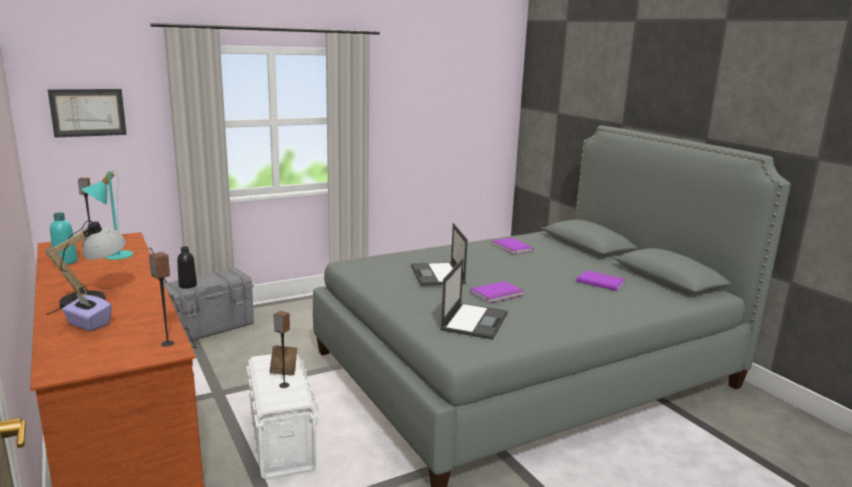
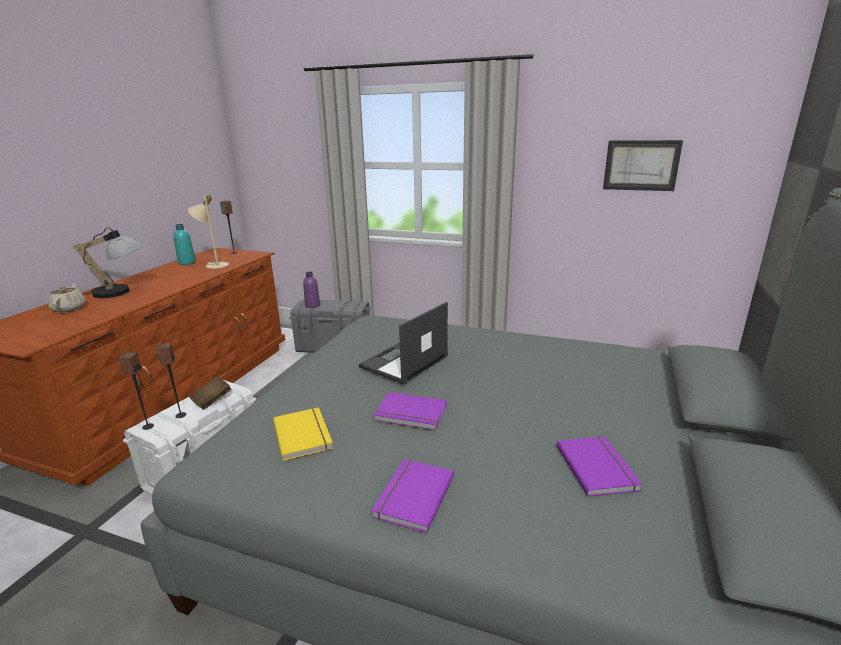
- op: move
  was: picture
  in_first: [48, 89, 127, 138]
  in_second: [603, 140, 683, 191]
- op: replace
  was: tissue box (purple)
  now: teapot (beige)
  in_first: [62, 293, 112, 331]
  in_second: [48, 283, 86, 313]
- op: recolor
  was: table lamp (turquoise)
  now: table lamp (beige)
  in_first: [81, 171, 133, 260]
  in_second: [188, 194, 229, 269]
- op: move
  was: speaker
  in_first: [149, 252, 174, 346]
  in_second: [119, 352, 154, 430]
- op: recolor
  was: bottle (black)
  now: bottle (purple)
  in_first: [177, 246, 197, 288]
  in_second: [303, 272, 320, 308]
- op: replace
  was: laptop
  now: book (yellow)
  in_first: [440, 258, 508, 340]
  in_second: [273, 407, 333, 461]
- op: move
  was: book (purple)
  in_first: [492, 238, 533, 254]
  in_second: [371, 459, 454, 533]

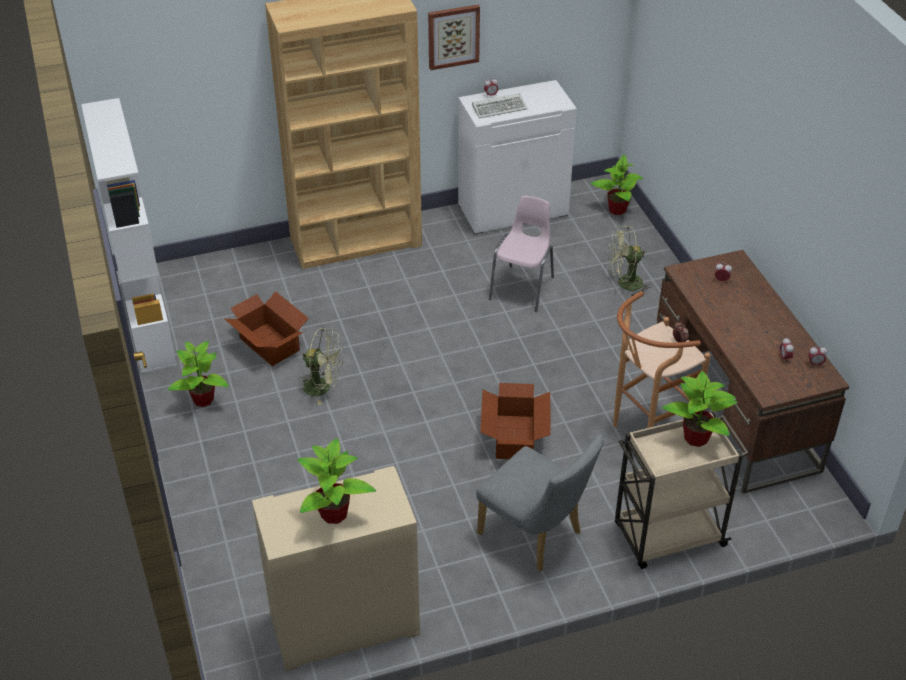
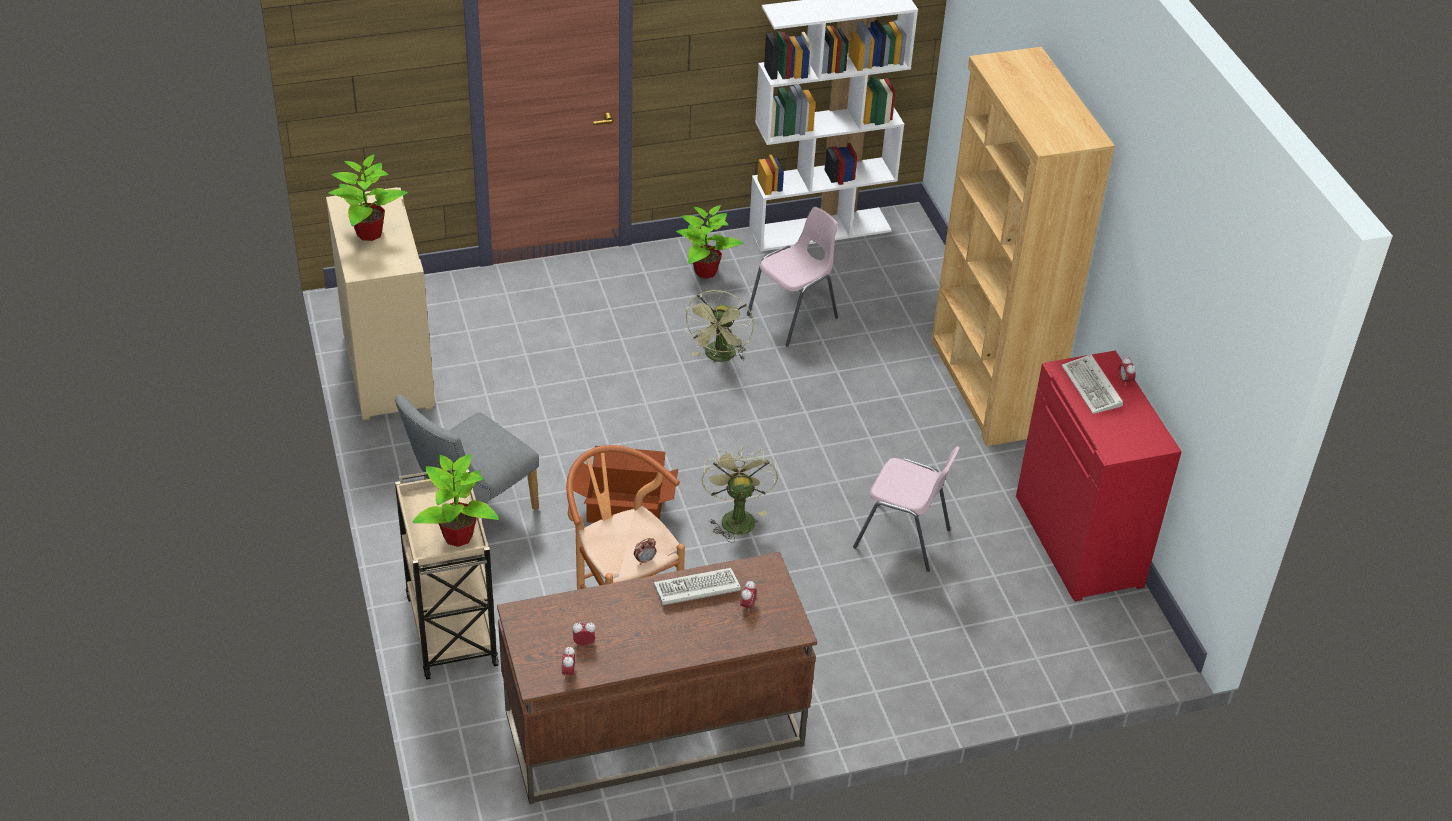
- op: replace
  was: cardboard box
  now: chair (pink)
  in_first: [225, 291, 309, 366]
  in_second: [747, 207, 838, 347]
- op: delete
  was: picture
  in_first: [428, 5, 480, 70]
- op: recolor
  was: cabinet (white)
  now: cabinet (red)
  in_first: [458, 80, 577, 235]
  in_second: [1016, 351, 1182, 601]
- op: delete
  was: potted plant
  in_first: [590, 155, 643, 215]
- op: move
  was: fan (green)
  in_first: [608, 226, 651, 296]
  in_second: [702, 445, 778, 543]
- op: insert
  now: keyboard
  in_second: [654, 568, 741, 606]

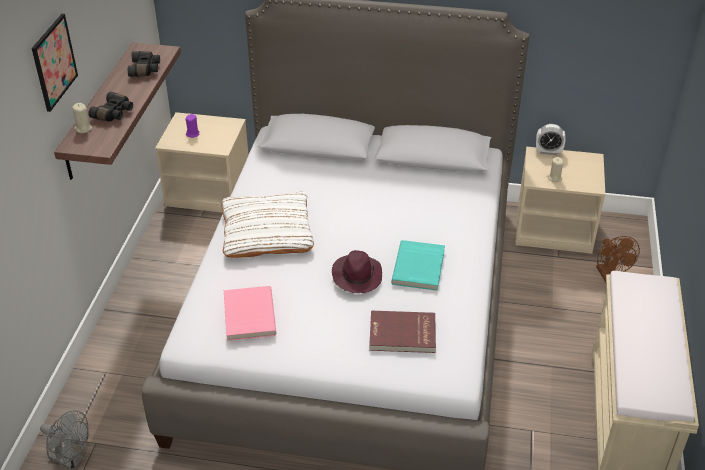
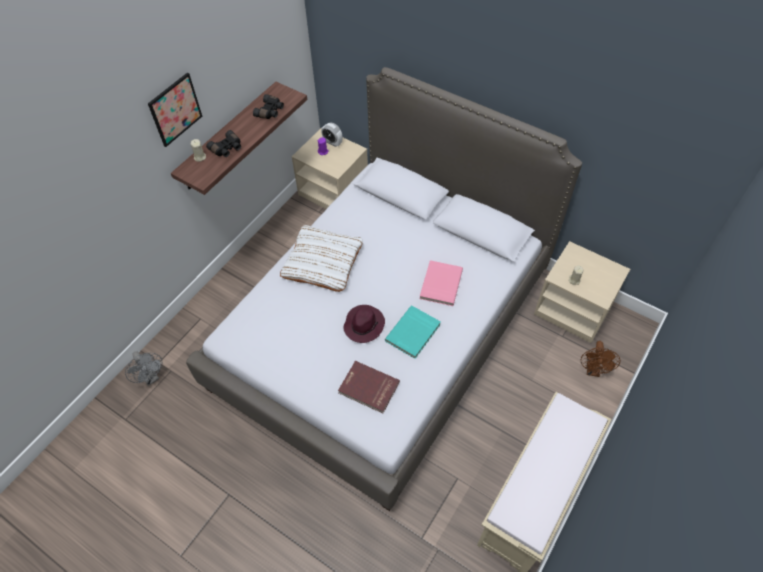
- op: move
  was: book (pink)
  in_first: [224, 286, 276, 341]
  in_second: [420, 260, 463, 306]
- op: move
  was: alarm clock
  in_first: [536, 124, 565, 155]
  in_second: [321, 123, 342, 147]

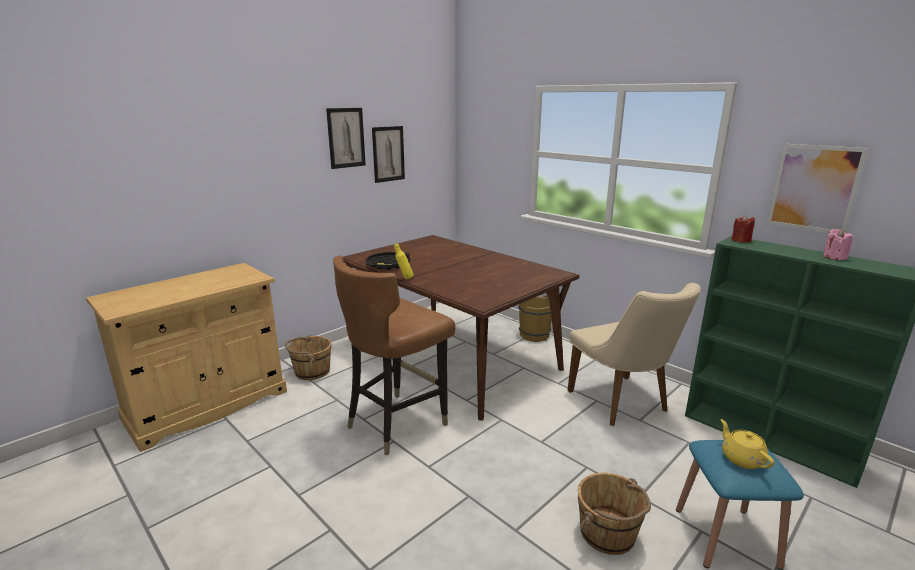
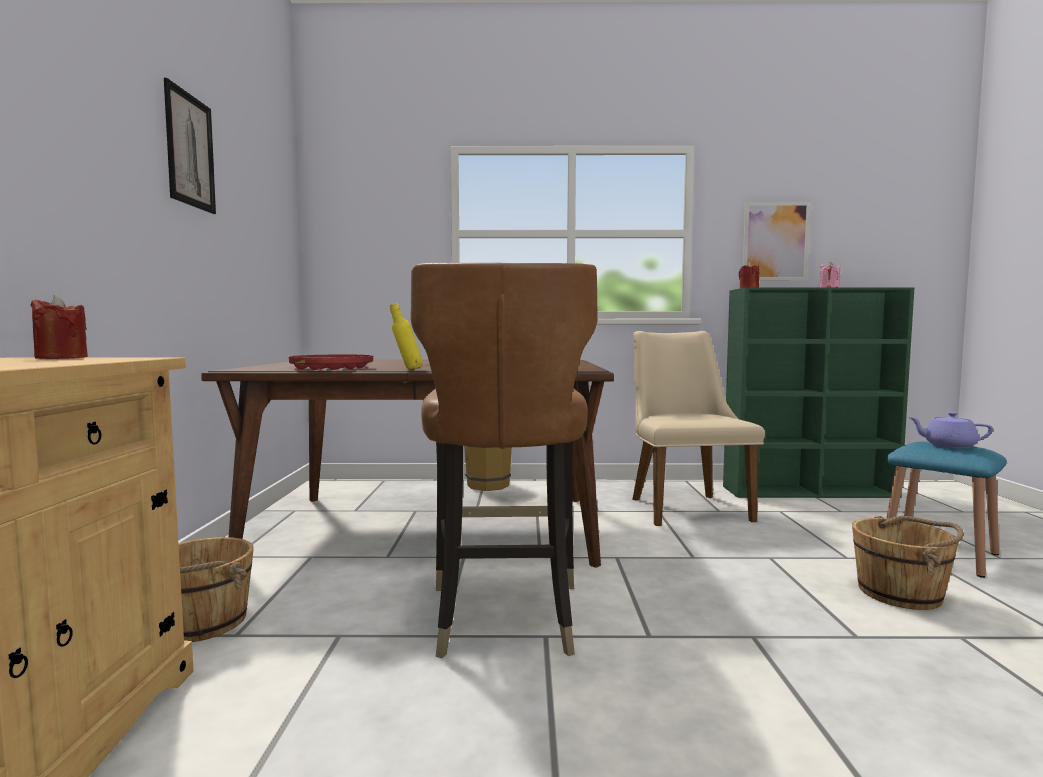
- op: recolor
  was: tray (black)
  now: tray (red)
  in_first: [366, 252, 410, 270]
  in_second: [289, 354, 373, 370]
- op: delete
  was: picture
  in_first: [372, 126, 405, 183]
- op: rotate
  was: chair (beige)
  in_first: [567, 283, 701, 426]
  in_second: [632, 331, 765, 526]
  clockwise: -120
- op: recolor
  was: teapot (yellow)
  now: teapot (purple)
  in_first: [720, 419, 774, 469]
  in_second: [908, 412, 993, 449]
- op: insert
  now: candle (red)
  in_second: [31, 295, 88, 359]

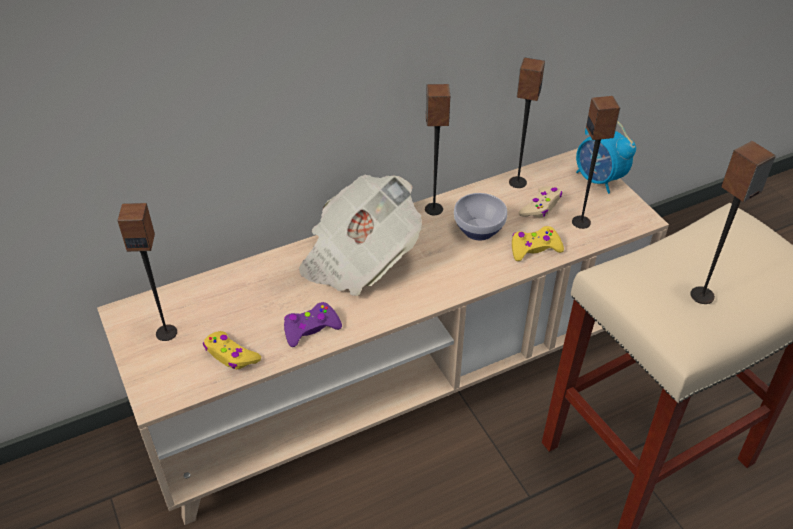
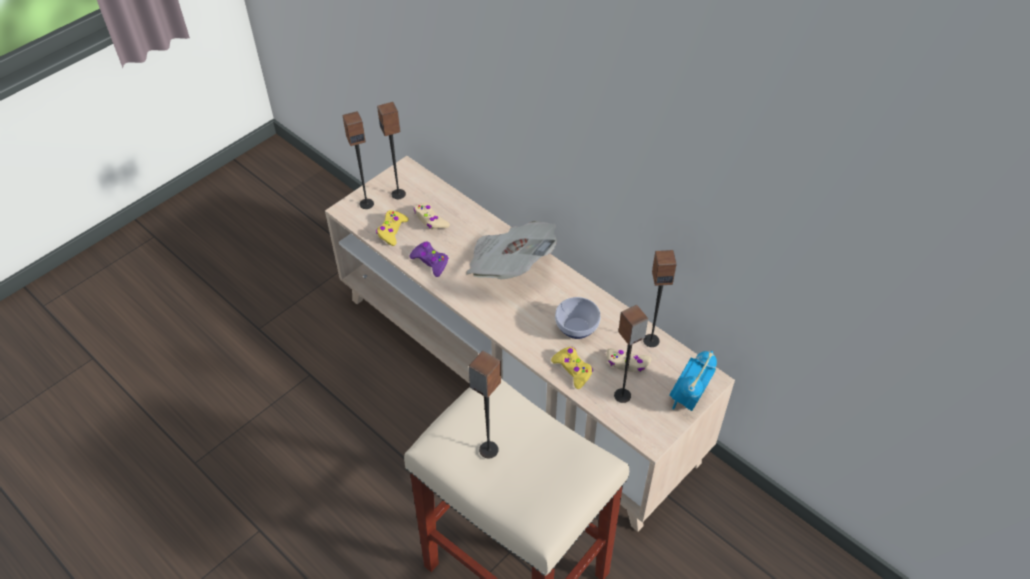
- op: move
  was: speaker
  in_first: [425, 84, 450, 215]
  in_second: [342, 111, 374, 209]
- op: insert
  now: game controller (beige)
  in_second: [414, 203, 450, 229]

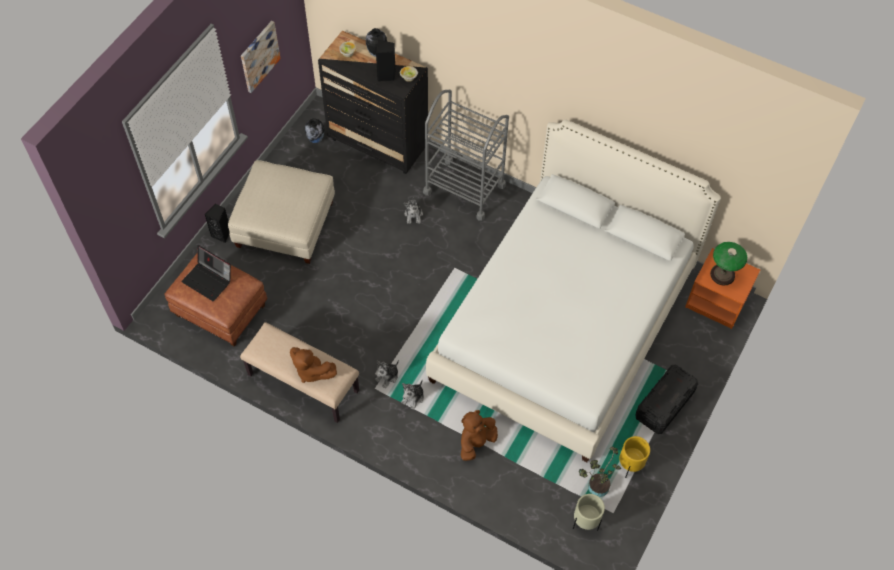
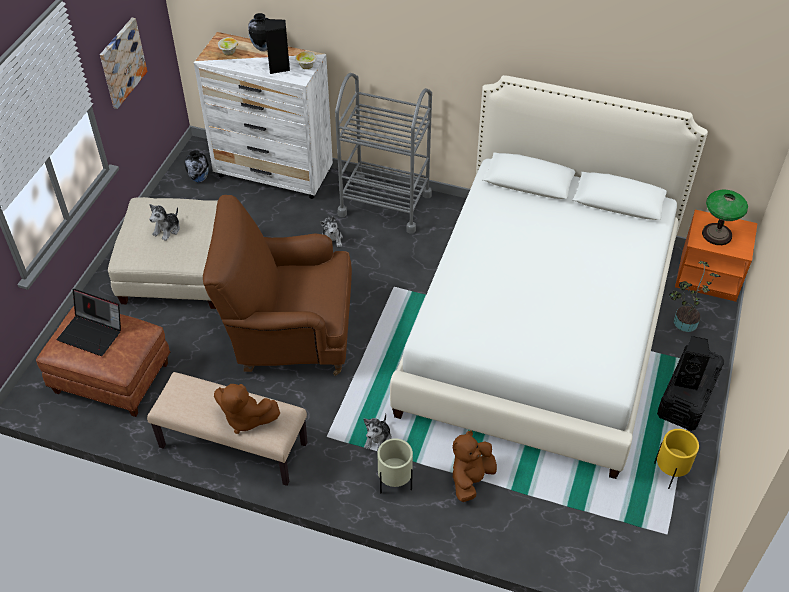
- op: move
  was: speaker (black)
  in_first: [204, 204, 229, 243]
  in_second: [674, 336, 710, 391]
- op: recolor
  was: dresser (black)
  now: dresser (white)
  in_first: [318, 31, 428, 174]
  in_second: [194, 32, 333, 199]
- op: move
  was: plush toy
  in_first: [375, 360, 399, 388]
  in_second: [149, 204, 180, 241]
- op: move
  was: planter (beige)
  in_first: [573, 494, 605, 531]
  in_second: [378, 438, 413, 493]
- op: move
  was: potted plant
  in_first: [579, 447, 621, 497]
  in_second: [669, 261, 720, 332]
- op: insert
  now: armchair (brown)
  in_second: [203, 195, 352, 376]

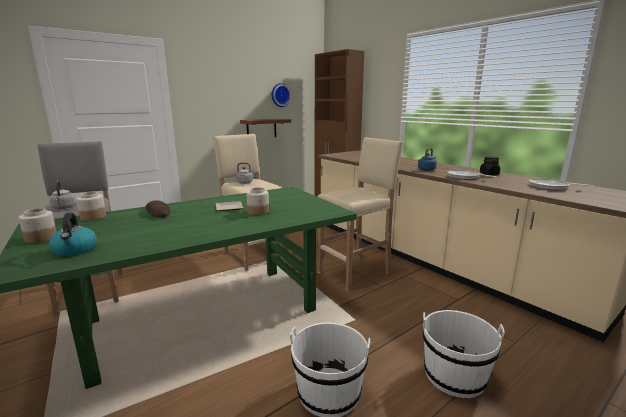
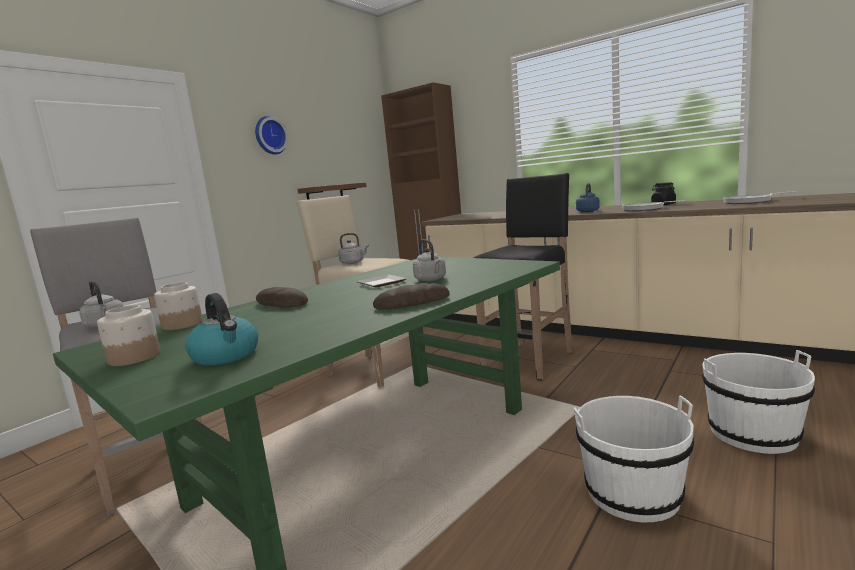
- op: replace
  was: jar
  now: kettle (grey)
  in_first: [246, 187, 269, 215]
  in_second: [413, 239, 446, 281]
- op: move
  was: wall clock
  in_first: [272, 83, 291, 107]
  in_second: [255, 116, 288, 154]
- op: recolor
  was: stool (beige)
  now: stool (black)
  in_first: [317, 137, 403, 292]
  in_second: [474, 173, 573, 381]
- op: insert
  now: bread
  in_second: [373, 283, 450, 310]

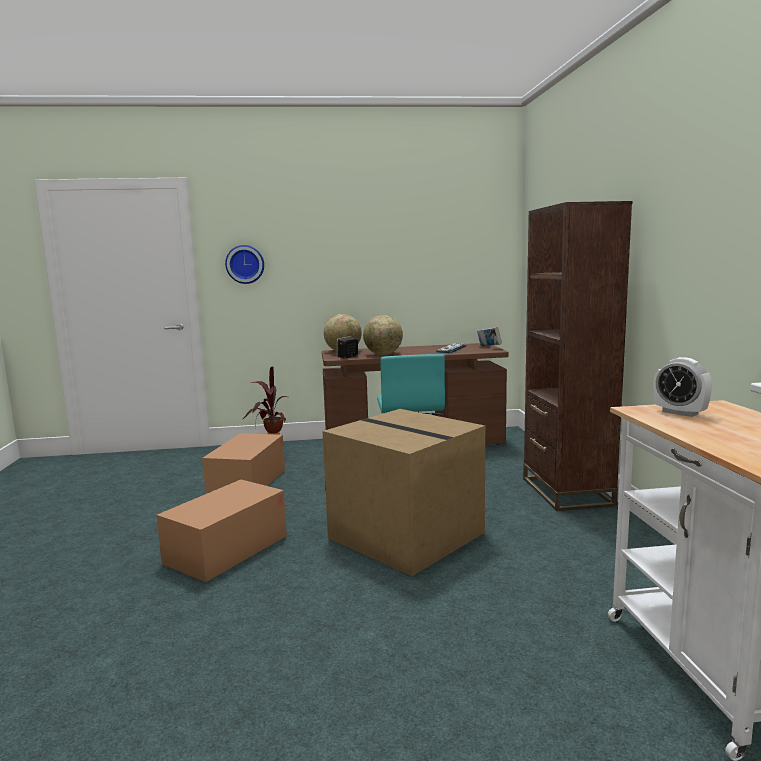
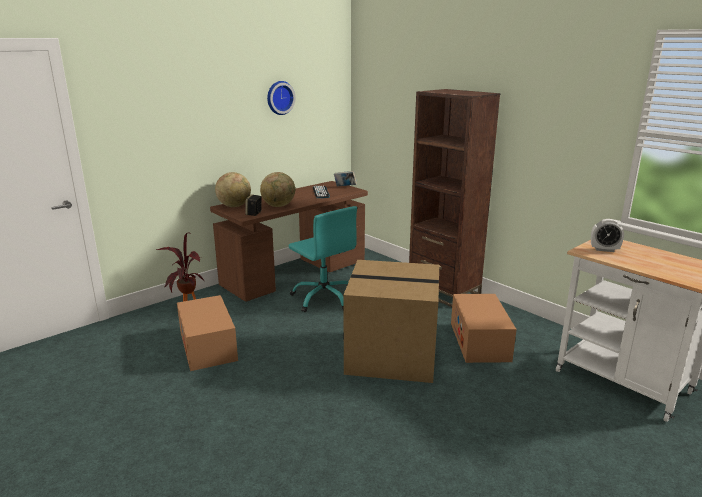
- op: move
  was: cardboard box
  in_first: [156, 480, 287, 582]
  in_second: [451, 294, 517, 363]
- op: move
  was: wall clock
  in_first: [225, 245, 264, 284]
  in_second: [267, 81, 295, 115]

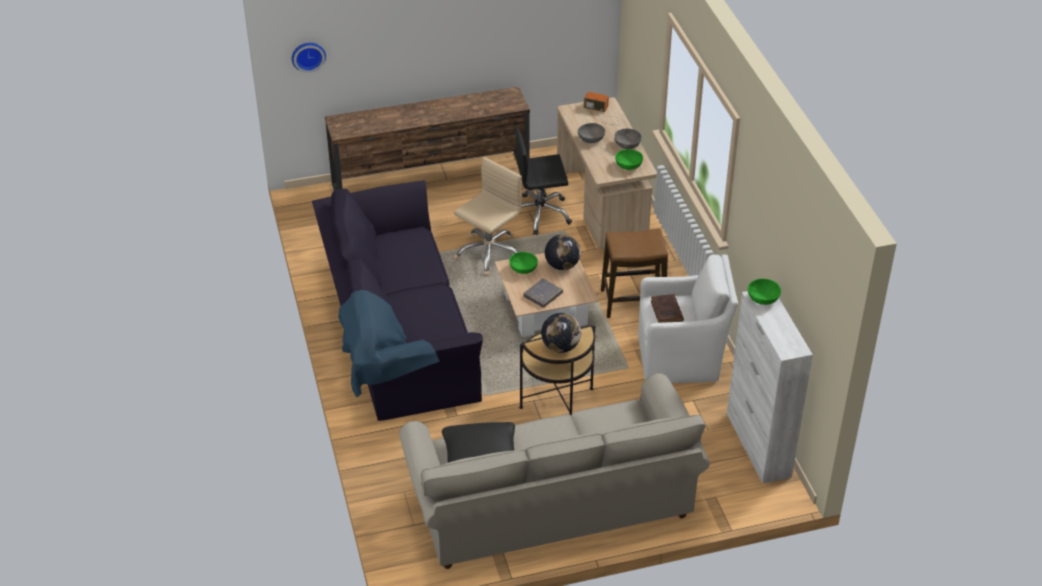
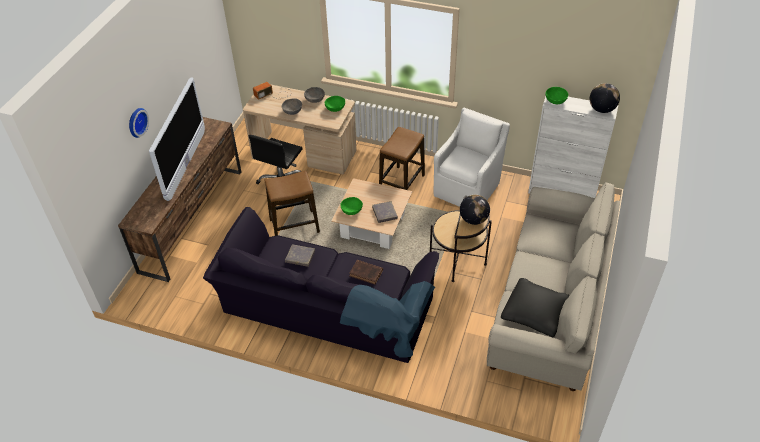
- op: move
  was: wall clock
  in_first: [292, 43, 326, 73]
  in_second: [129, 108, 149, 138]
- op: replace
  was: office chair (beige)
  now: stool
  in_first: [454, 157, 522, 276]
  in_second: [265, 171, 320, 236]
- op: move
  was: globe
  in_first: [545, 234, 581, 270]
  in_second: [590, 83, 620, 113]
- op: move
  was: book (brown)
  in_first: [651, 294, 684, 323]
  in_second: [349, 260, 383, 285]
- op: insert
  now: television
  in_second: [149, 78, 205, 201]
- op: insert
  now: book (grey)
  in_second: [285, 244, 315, 267]

